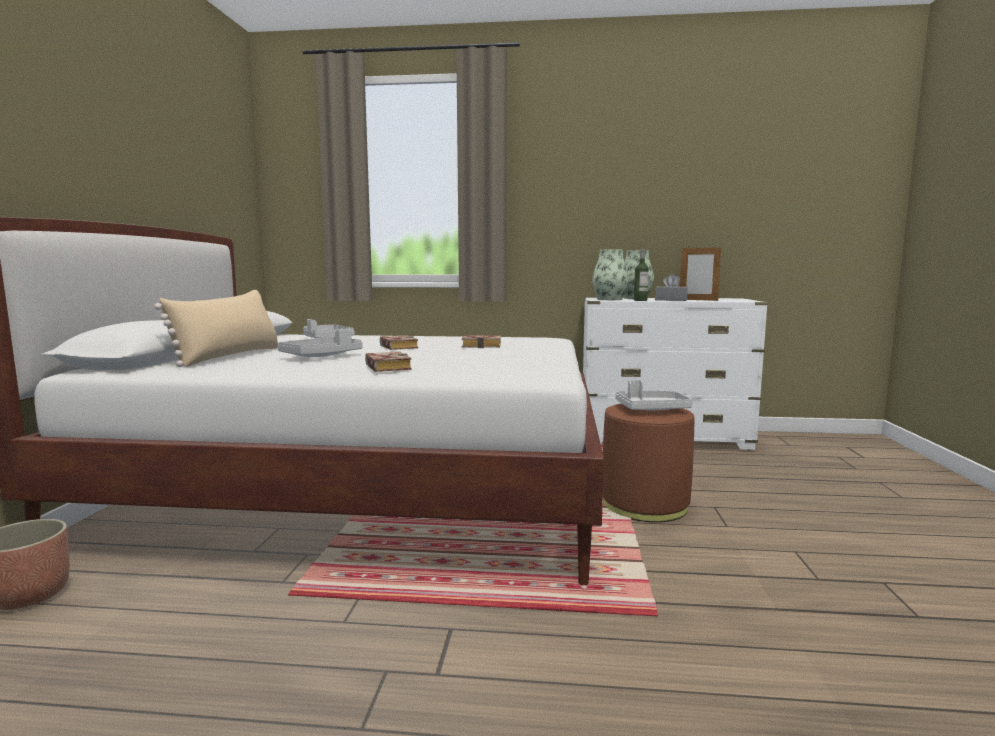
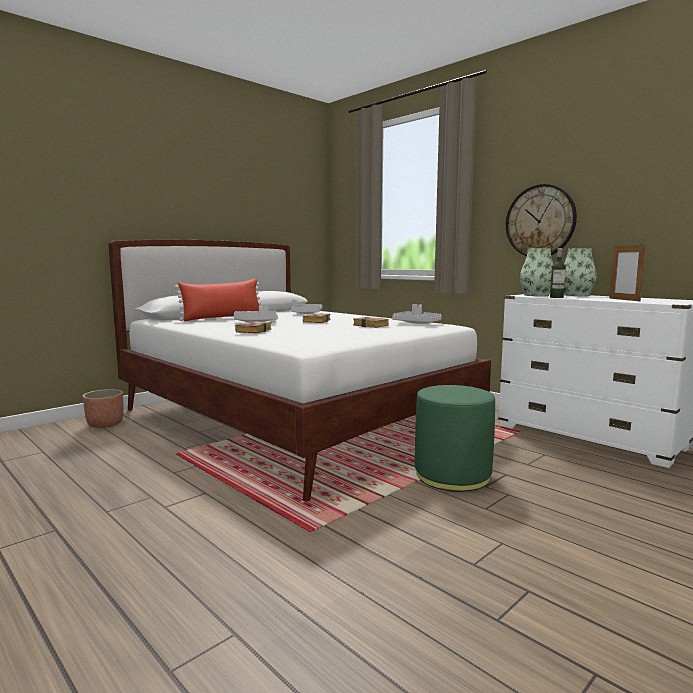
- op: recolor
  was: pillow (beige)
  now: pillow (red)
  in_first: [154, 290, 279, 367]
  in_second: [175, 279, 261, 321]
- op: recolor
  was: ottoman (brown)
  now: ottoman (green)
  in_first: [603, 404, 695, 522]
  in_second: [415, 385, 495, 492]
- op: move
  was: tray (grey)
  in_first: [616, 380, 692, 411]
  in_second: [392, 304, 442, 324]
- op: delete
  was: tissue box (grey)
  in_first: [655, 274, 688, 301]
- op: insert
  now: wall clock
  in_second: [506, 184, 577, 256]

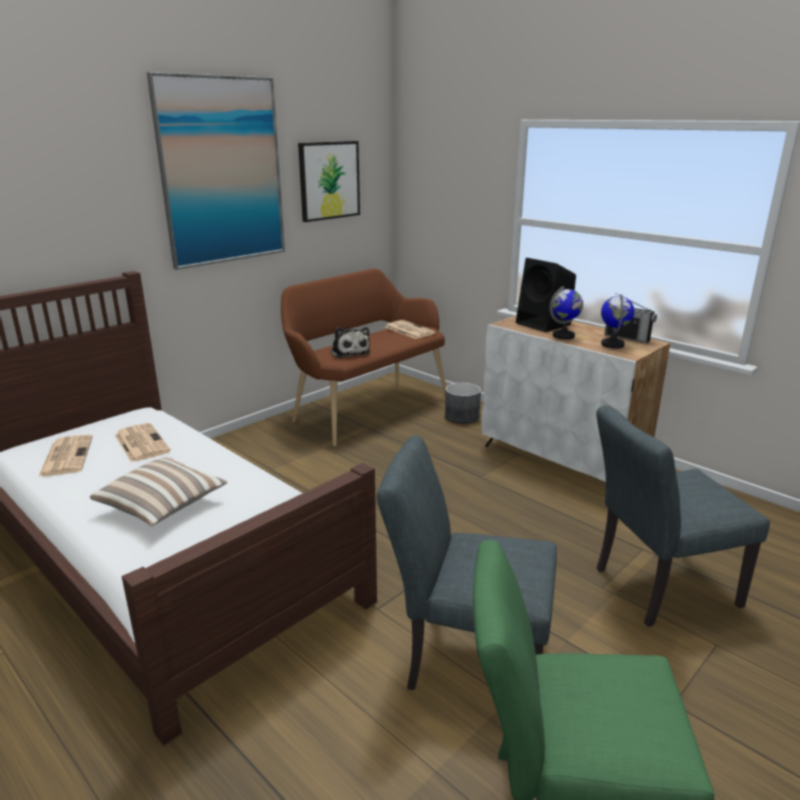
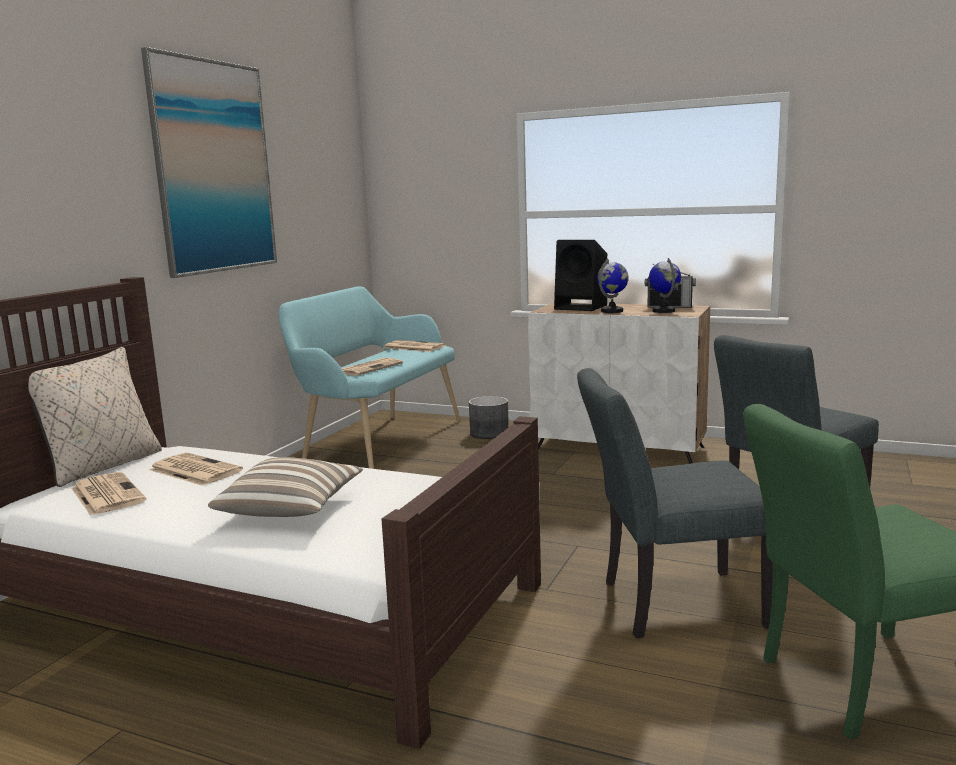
- op: recolor
  was: bench (brown)
  now: bench (turquoise)
  in_first: [281, 269, 447, 447]
  in_second: [278, 286, 461, 469]
- op: delete
  was: picture
  in_first: [298, 141, 360, 222]
- op: replace
  was: plush toy
  now: newspaper
  in_first: [331, 327, 370, 358]
  in_second: [342, 358, 403, 376]
- op: insert
  now: pillow (beige)
  in_second: [28, 347, 162, 487]

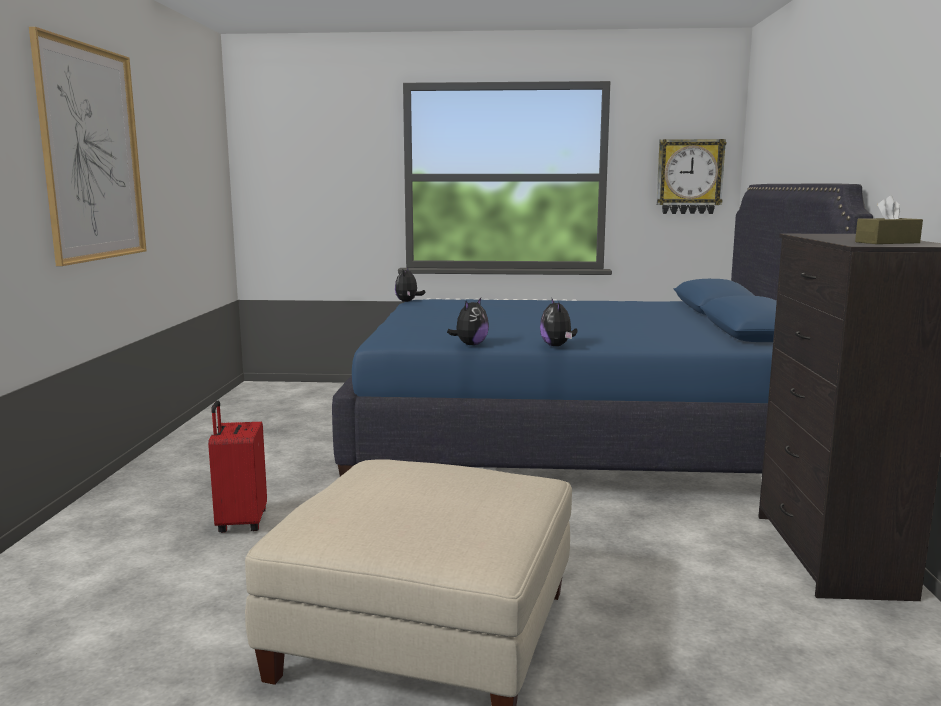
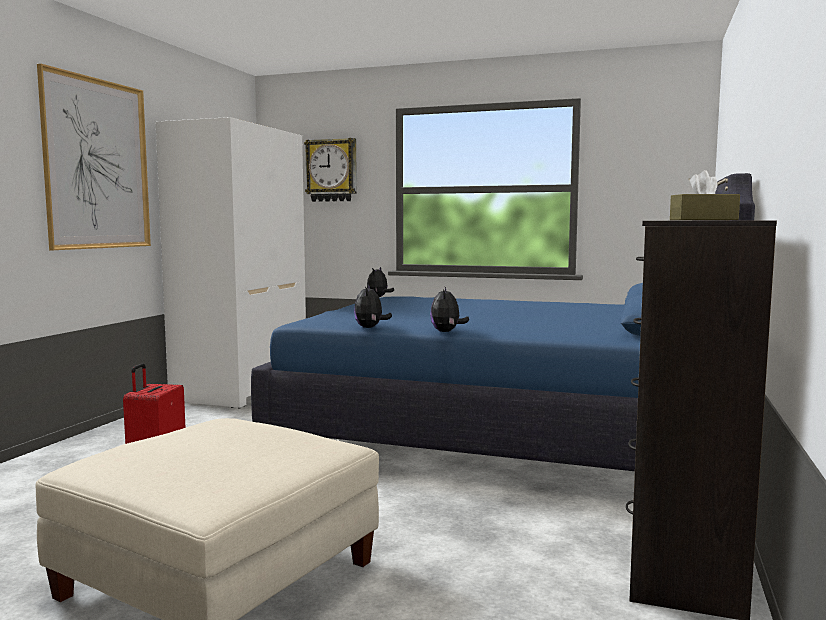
- op: rotate
  was: plush toy
  in_first: [447, 298, 489, 345]
  in_second: [354, 284, 392, 328]
  clockwise: 135
- op: move
  was: wall clock
  in_first: [656, 139, 726, 214]
  in_second: [304, 138, 357, 202]
- op: insert
  now: wardrobe (white)
  in_second: [156, 117, 306, 409]

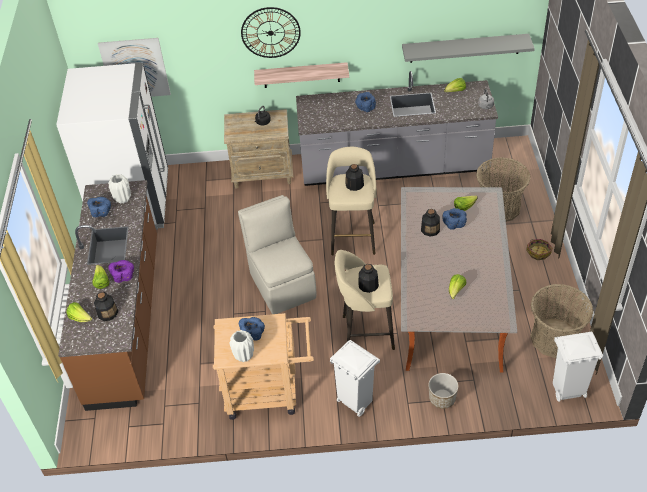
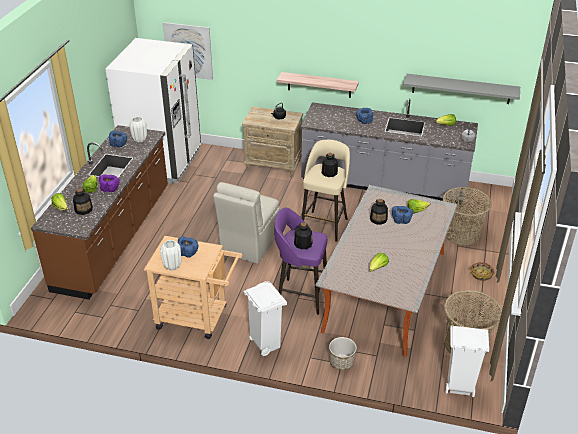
- op: rotate
  was: chair (beige)
  in_first: [238, 195, 316, 314]
  in_second: [213, 182, 280, 263]
  clockwise: -150
- op: delete
  was: wall clock
  in_first: [241, 7, 301, 58]
- op: recolor
  was: stool (beige)
  now: stool (purple)
  in_first: [334, 250, 395, 350]
  in_second: [274, 208, 327, 315]

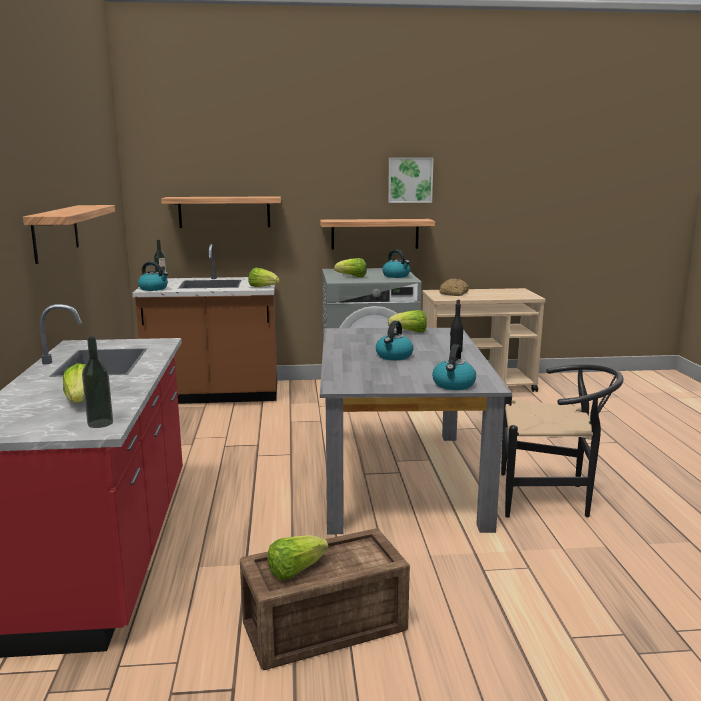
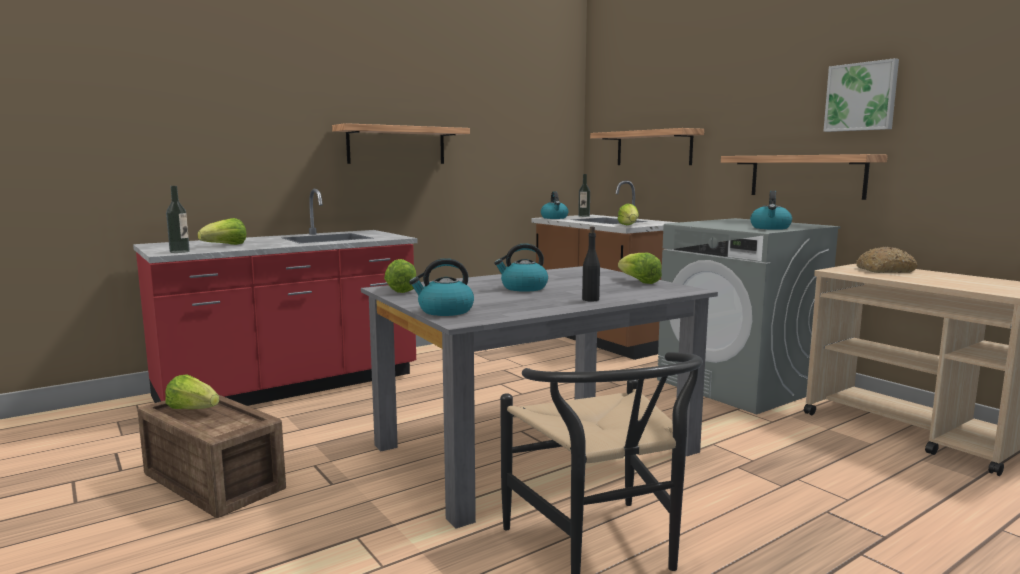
- op: move
  was: lettuce
  in_first: [334, 258, 367, 277]
  in_second: [384, 259, 416, 293]

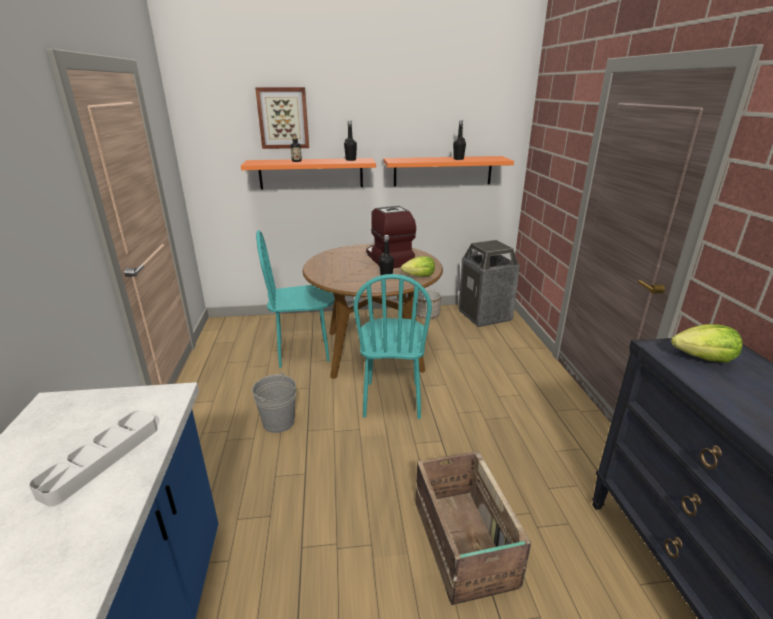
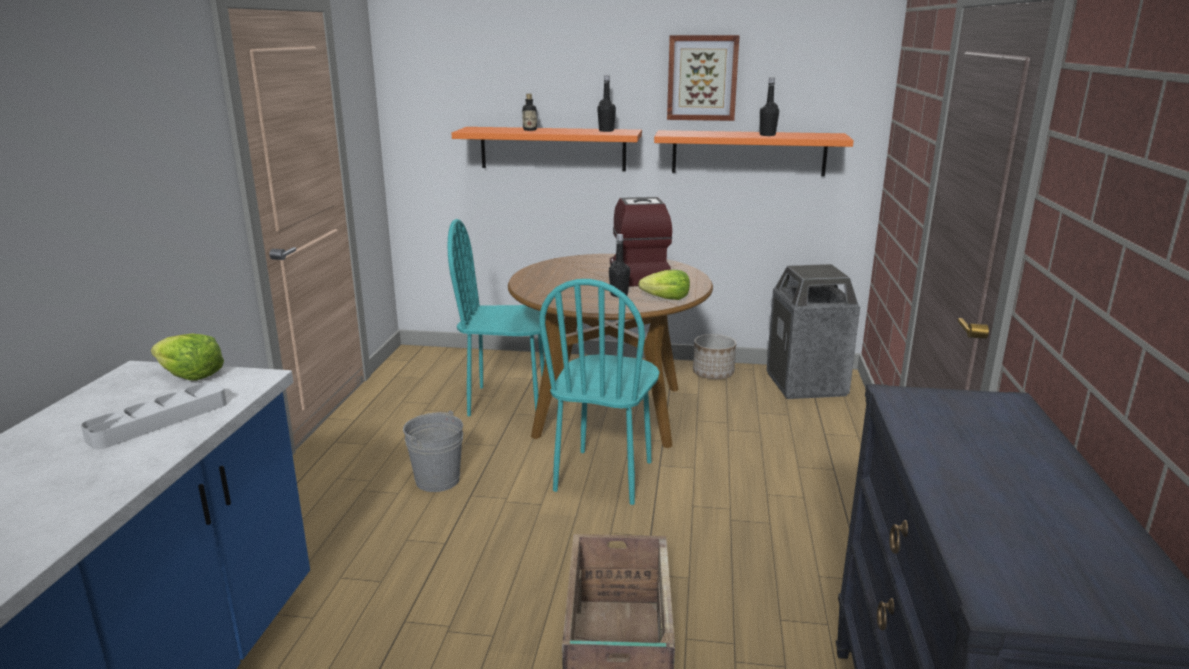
- op: move
  was: picture
  in_first: [255, 87, 309, 149]
  in_second: [667, 35, 740, 121]
- op: move
  was: lettuce
  in_first: [671, 324, 743, 363]
  in_second: [151, 334, 224, 381]

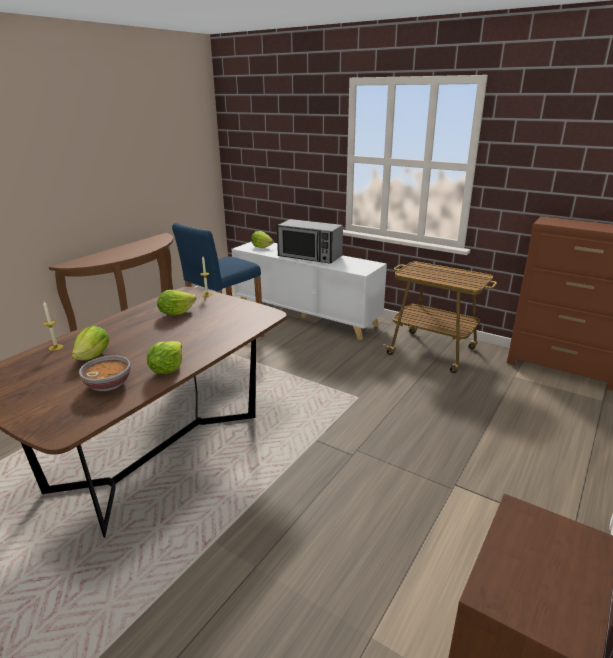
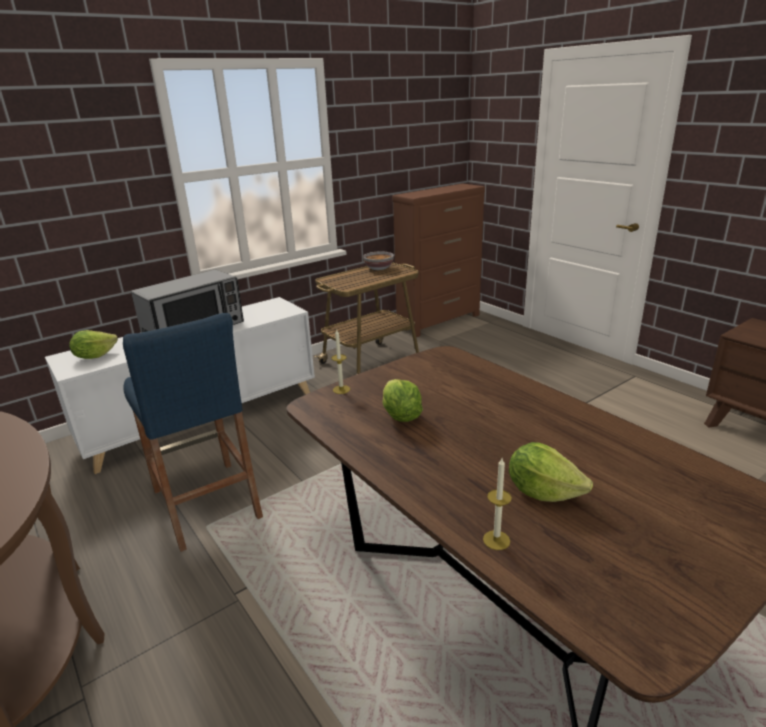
- op: move
  was: bowl
  in_first: [79, 356, 131, 391]
  in_second: [363, 251, 394, 270]
- op: delete
  was: lettuce
  in_first: [147, 341, 182, 374]

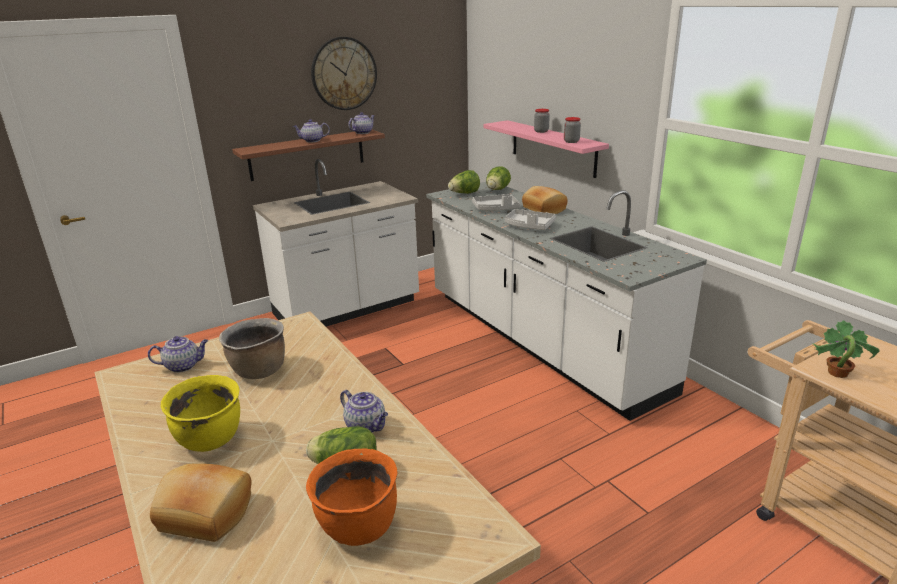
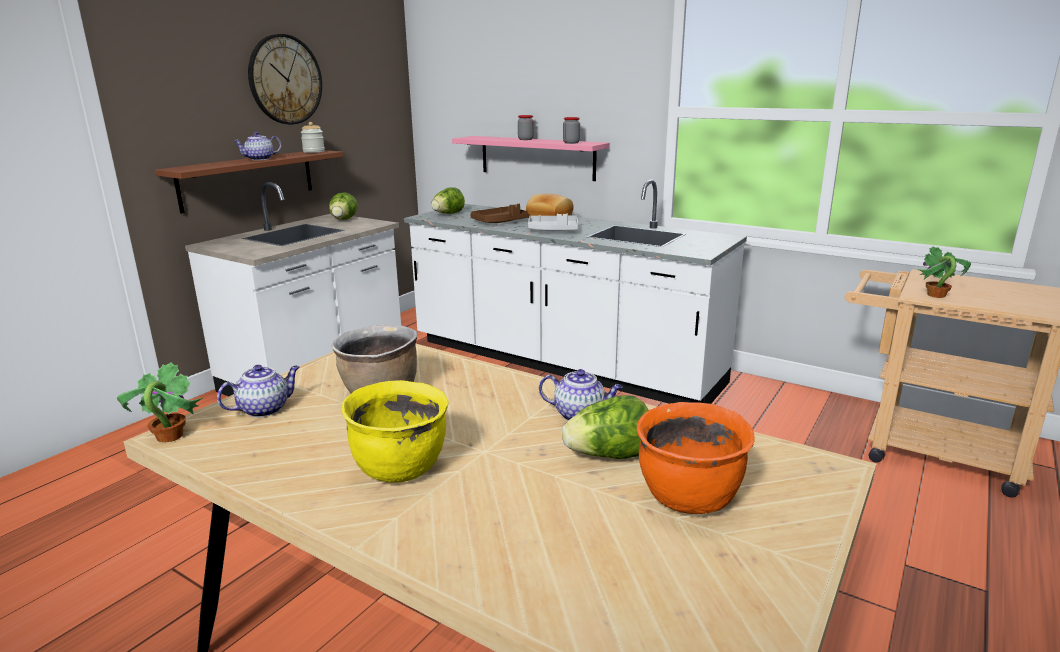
- op: delete
  was: bread
  in_first: [150, 464, 252, 542]
- op: replace
  was: teapot
  now: jar
  in_first: [348, 112, 375, 134]
  in_second: [301, 122, 325, 153]
- op: recolor
  was: tray (grey)
  now: tray (brown)
  in_first: [472, 194, 520, 211]
  in_second: [470, 204, 528, 223]
- op: move
  was: lettuce
  in_first: [486, 166, 511, 190]
  in_second: [329, 192, 358, 220]
- op: insert
  now: potted plant
  in_second: [117, 362, 202, 443]

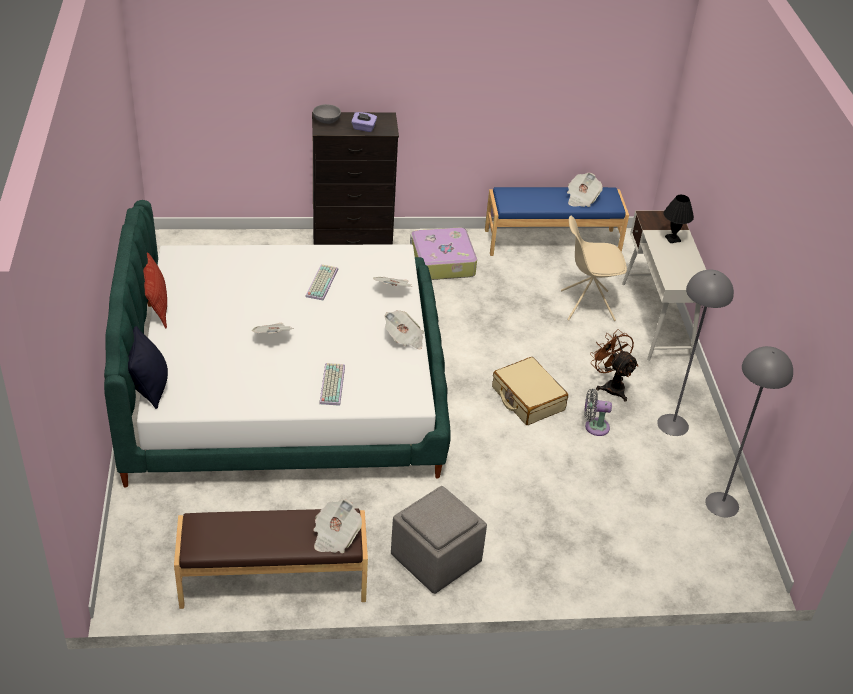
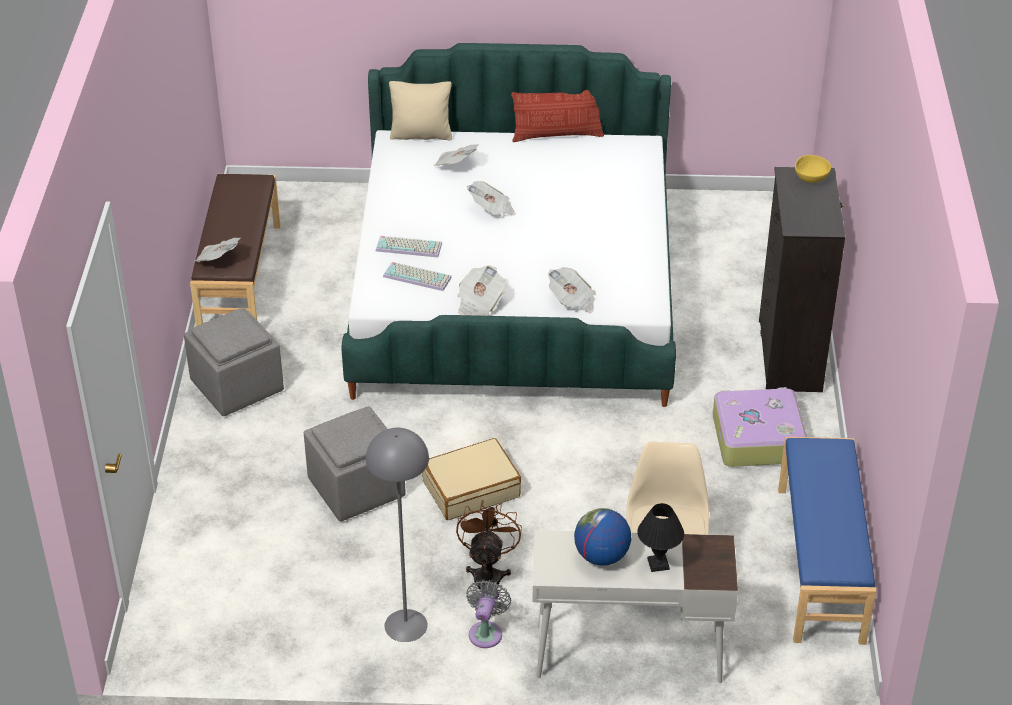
- op: recolor
  was: pillow (black)
  now: pillow (beige)
  in_first: [128, 326, 168, 409]
  in_second: [389, 81, 452, 140]
- op: move
  was: keyboard
  in_first: [305, 264, 338, 301]
  in_second: [383, 262, 452, 291]
- op: recolor
  was: bowl (grey)
  now: bowl (yellow)
  in_first: [313, 104, 341, 124]
  in_second: [795, 155, 831, 183]
- op: delete
  was: tissue box (purple)
  in_first: [351, 112, 377, 132]
- op: move
  was: newspaper
  in_first: [567, 173, 603, 207]
  in_second: [433, 144, 479, 166]
- op: move
  was: fan (grey)
  in_first: [584, 389, 612, 436]
  in_second: [466, 580, 511, 648]
- op: rotate
  was: fan (brown)
  in_first: [590, 329, 639, 402]
  in_second: [456, 500, 522, 589]
  clockwise: -60
- op: delete
  was: floor lamp (grey)
  in_first: [706, 346, 793, 518]
- op: insert
  now: ottoman (grey)
  in_second: [304, 407, 406, 521]
- op: insert
  now: globe
  in_second: [574, 508, 631, 566]

